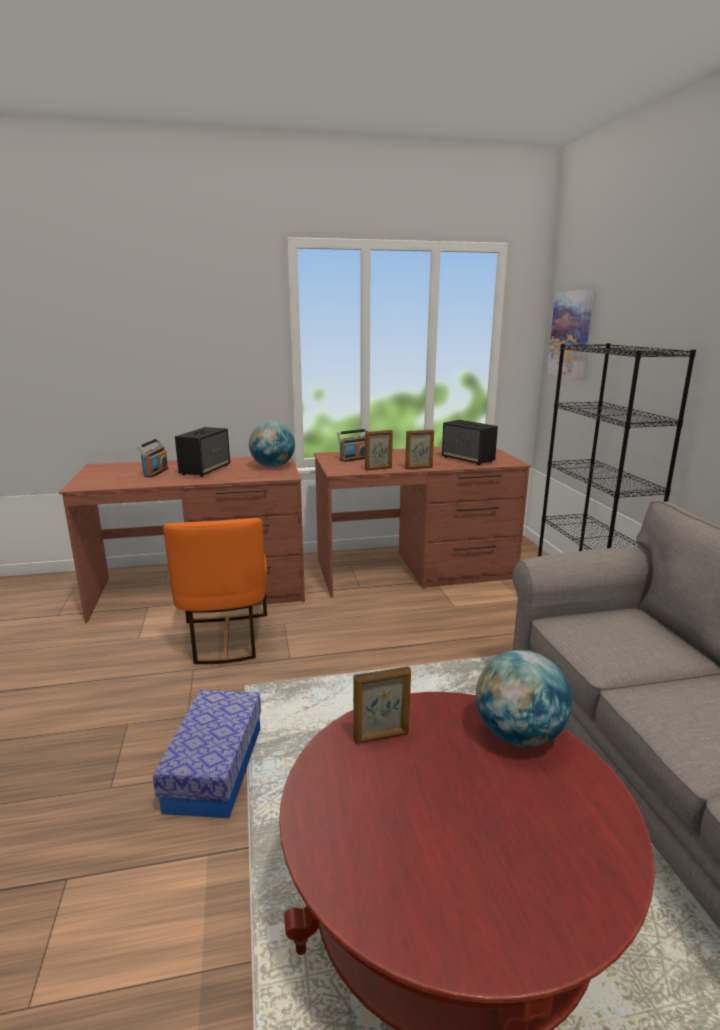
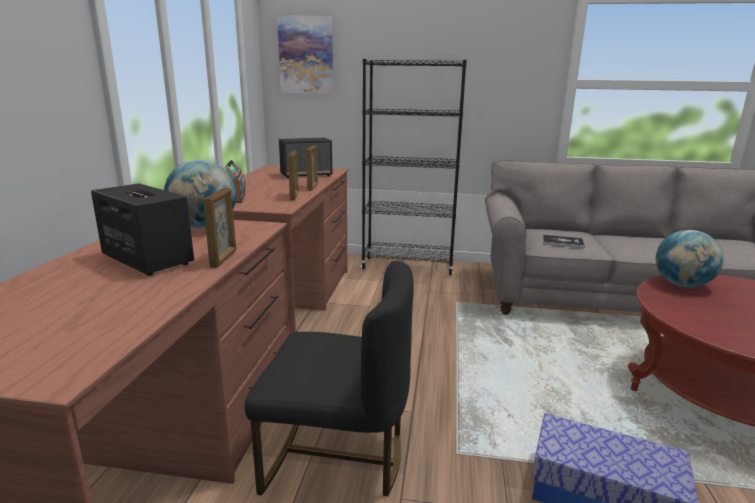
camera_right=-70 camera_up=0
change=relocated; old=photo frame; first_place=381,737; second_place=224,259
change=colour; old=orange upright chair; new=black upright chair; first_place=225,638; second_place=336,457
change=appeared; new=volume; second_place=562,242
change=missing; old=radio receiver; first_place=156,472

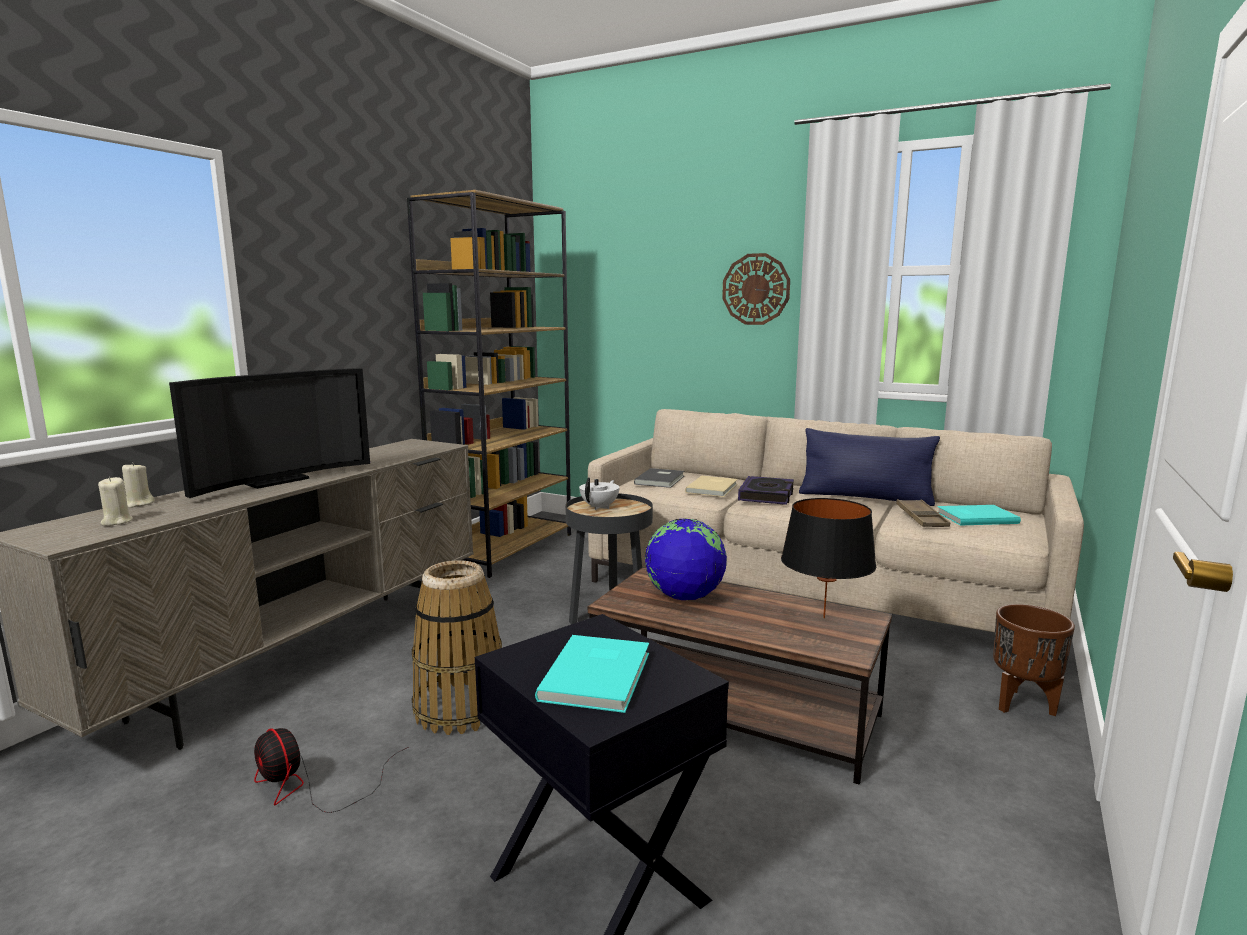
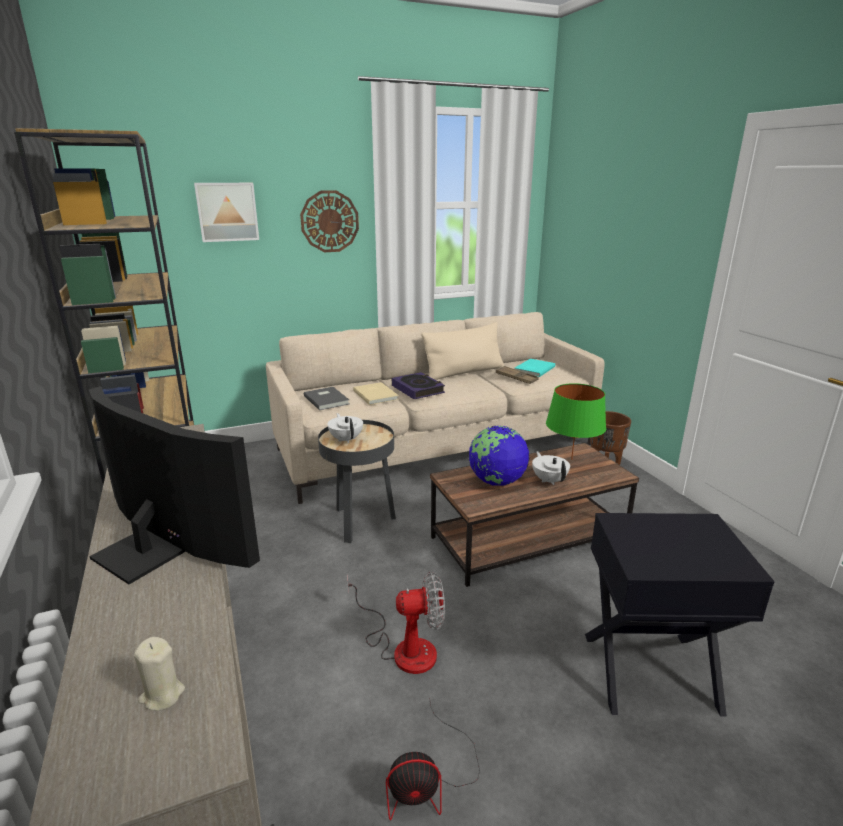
camera_right=-50 camera_up=10
change=spun; old=TV; first_place=275,481; second_place=155,546; degrees=-45
change=appeared; new=picture; second_place=227,212
change=exchanged; old=household basket; new=cooling fan; first_place=461,708; second_place=403,647
change=colour; old=blue throw pillow; new=beige-coloured throw pillow; first_place=865,497; second_place=464,372
change=appeared; new=white pot for tea; second_place=549,480
change=colour; old=black lamp for a table; new=greenish lamp for a table; first_place=823,617; second_place=571,459
change=missing; old=beige-coloured candle; first_place=138,504
change=missing; old=turquoise-coloured volume; first_place=599,675

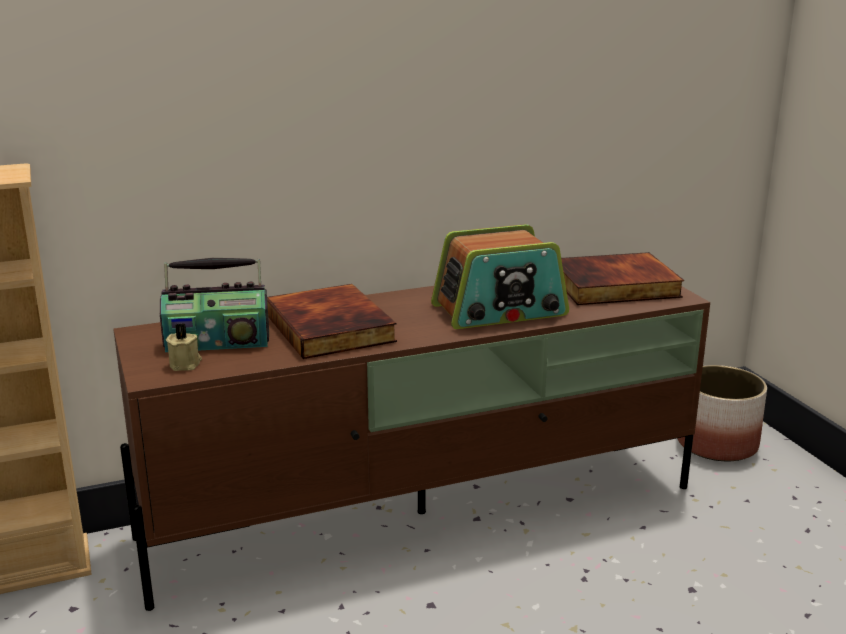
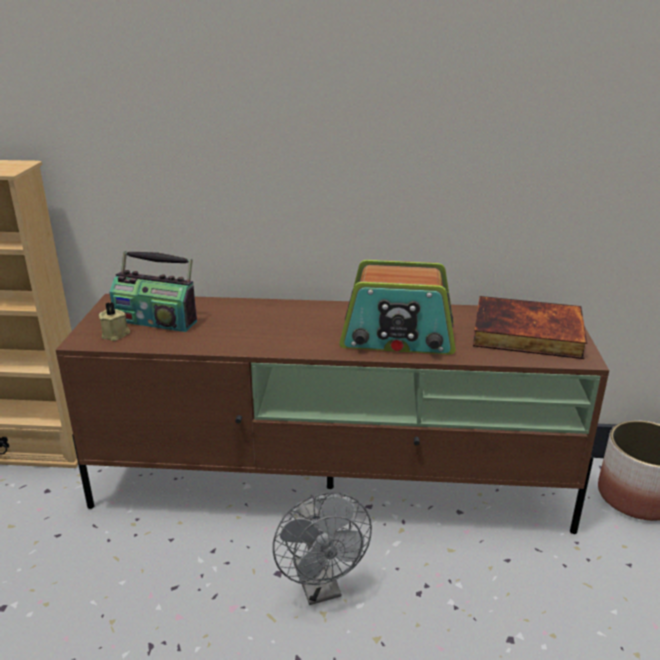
camera_right=25 camera_up=5
change=appeared; new=grey cooling fan; second_place=320,588
change=missing; old=volume; first_place=332,328

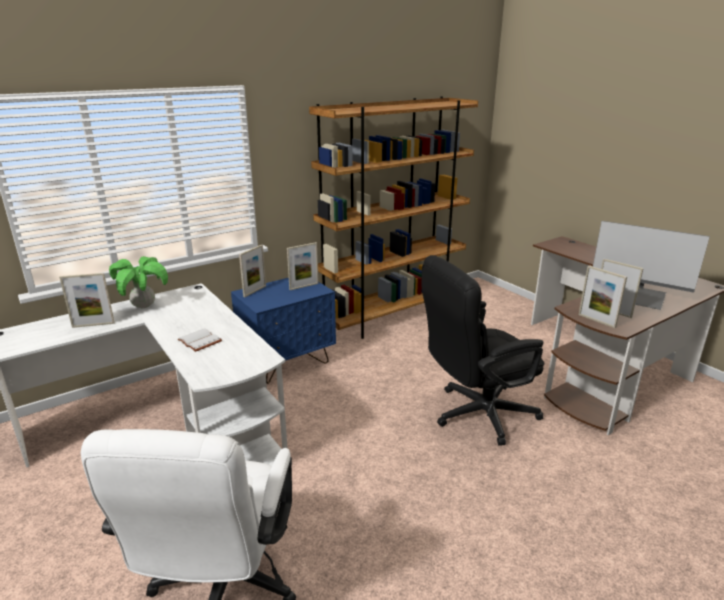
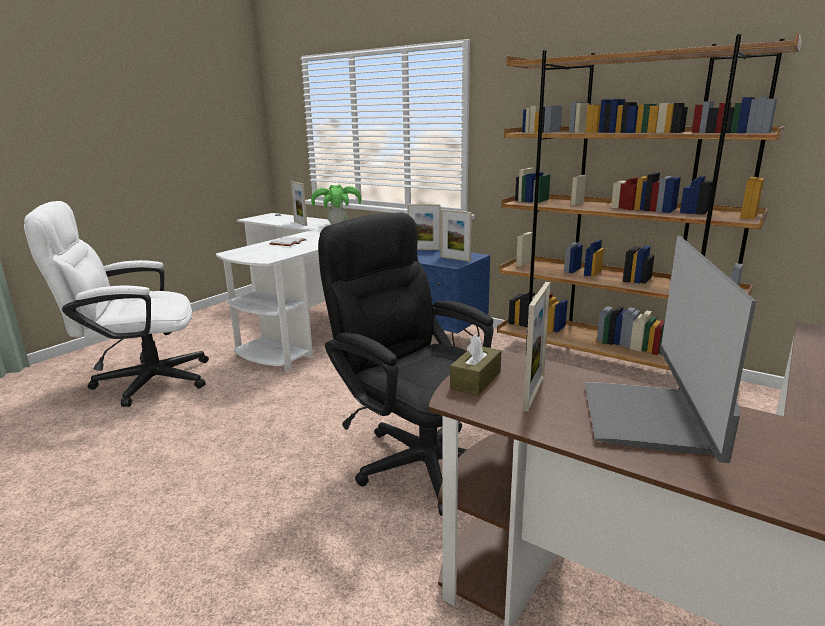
camera_right=70 camera_up=-5
change=exchanged; old=photo frame; new=brown tissue box; first_place=596,321; second_place=475,380

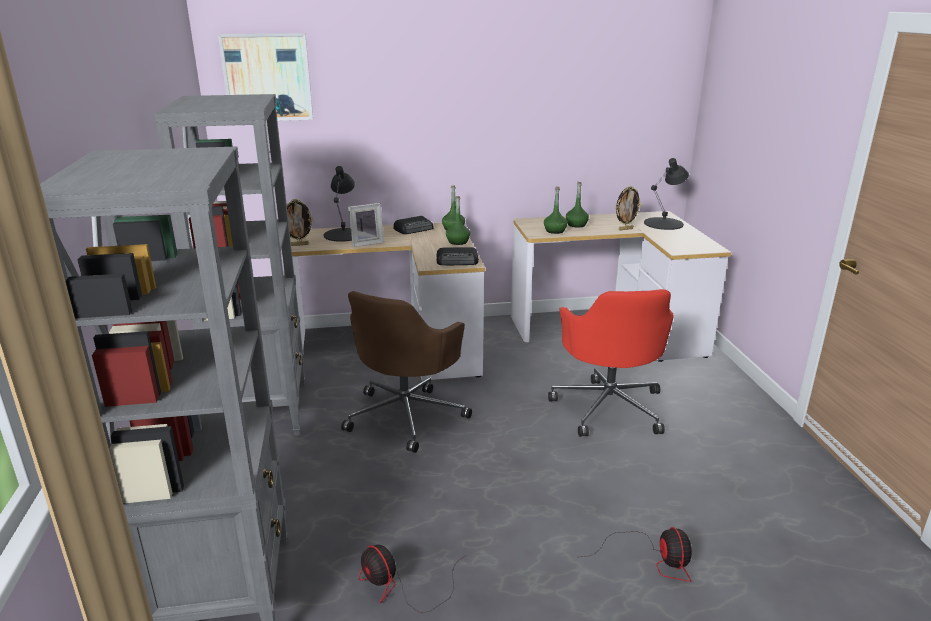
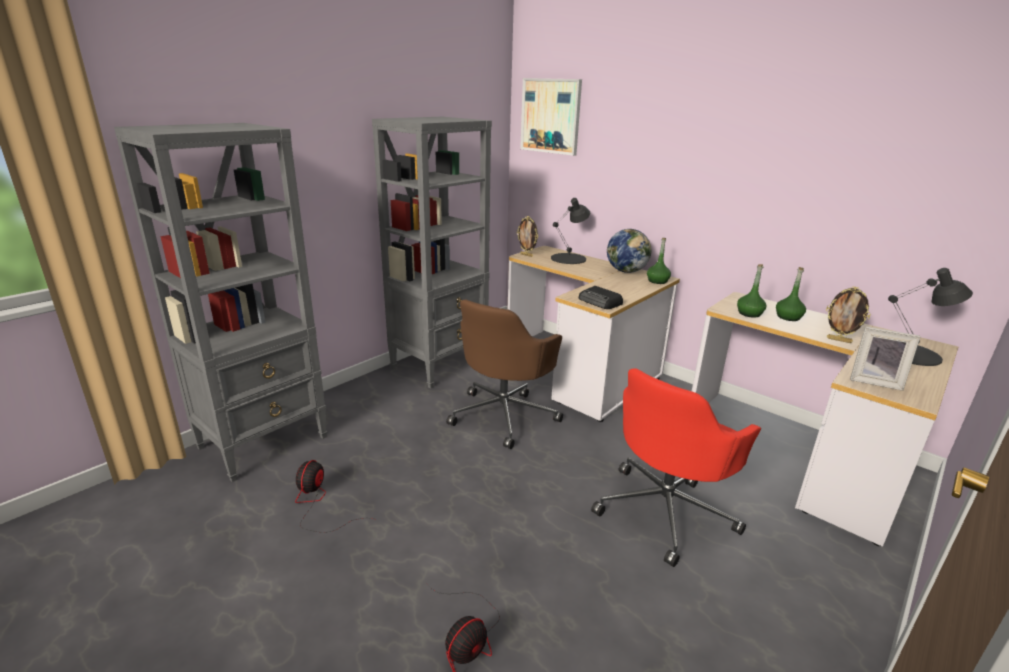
camera_right=50 camera_up=0
change=spun; old=brown desk chair; first_place=407,415; second_place=504,415; degrees=-45
change=exchanged; old=radio receiver; new=globe; first_place=414,229; second_place=626,271
change=relocated; old=photo frame; first_place=366,243; second_place=874,381
change=missing; old=greenish beverage bottle; first_place=458,242

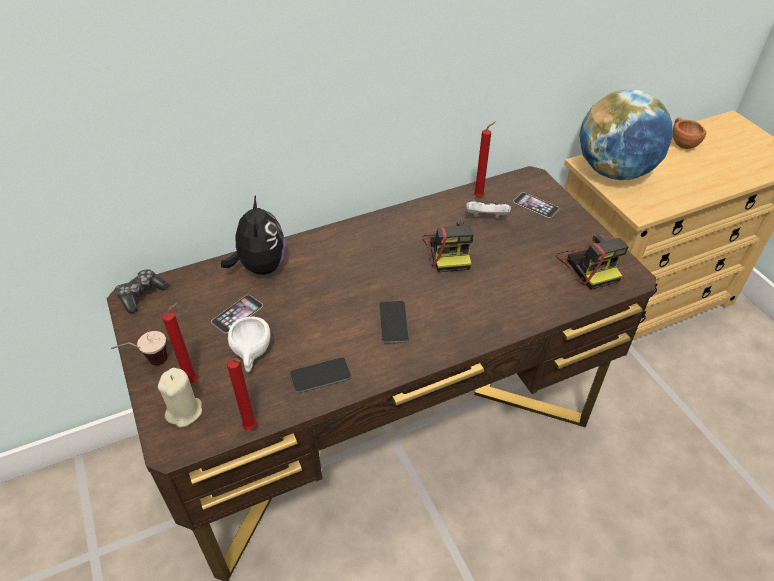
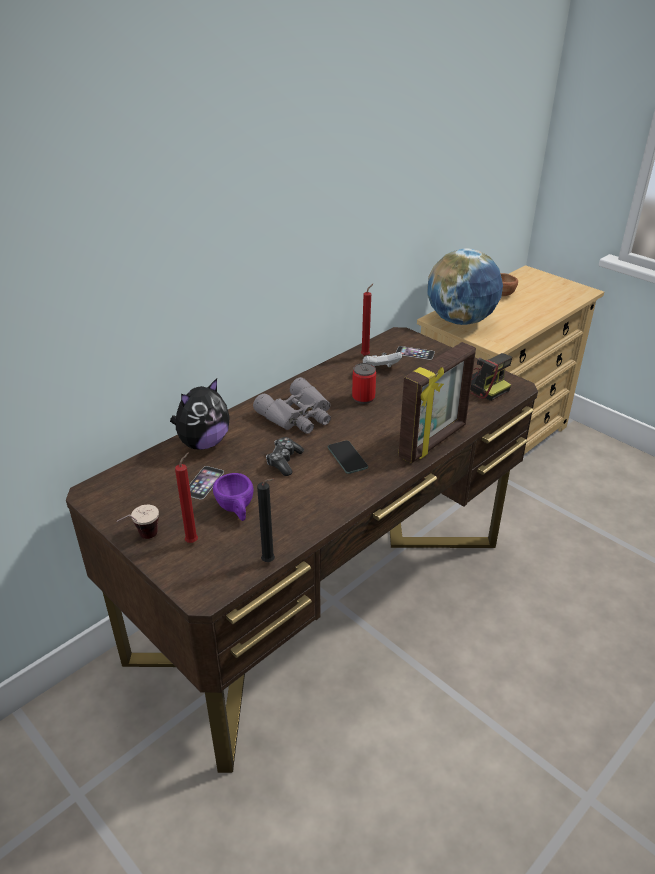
camera_right=-20 camera_up=-10
change=spun; old=soft toy; first_place=260,266; second_place=203,443; degrees=75
change=colour; old=white small cup; new=purple-coloured small cup; first_place=252,355; second_place=236,509
change=appeared; new=grey field glasses; second_place=298,416
change=colour; old=reddish candle; new=black candle; first_place=251,428; second_place=270,562
change=relocated; old=game controller; first_place=142,295; second_place=284,461
change=exchanged; old=still camera; new=can; first_place=449,251; second_place=363,398
change=appeared; new=photo frame; second_place=434,442
change=missing; old=beige-coloured candle; first_place=184,411
change=missing; old=phone; first_place=320,375

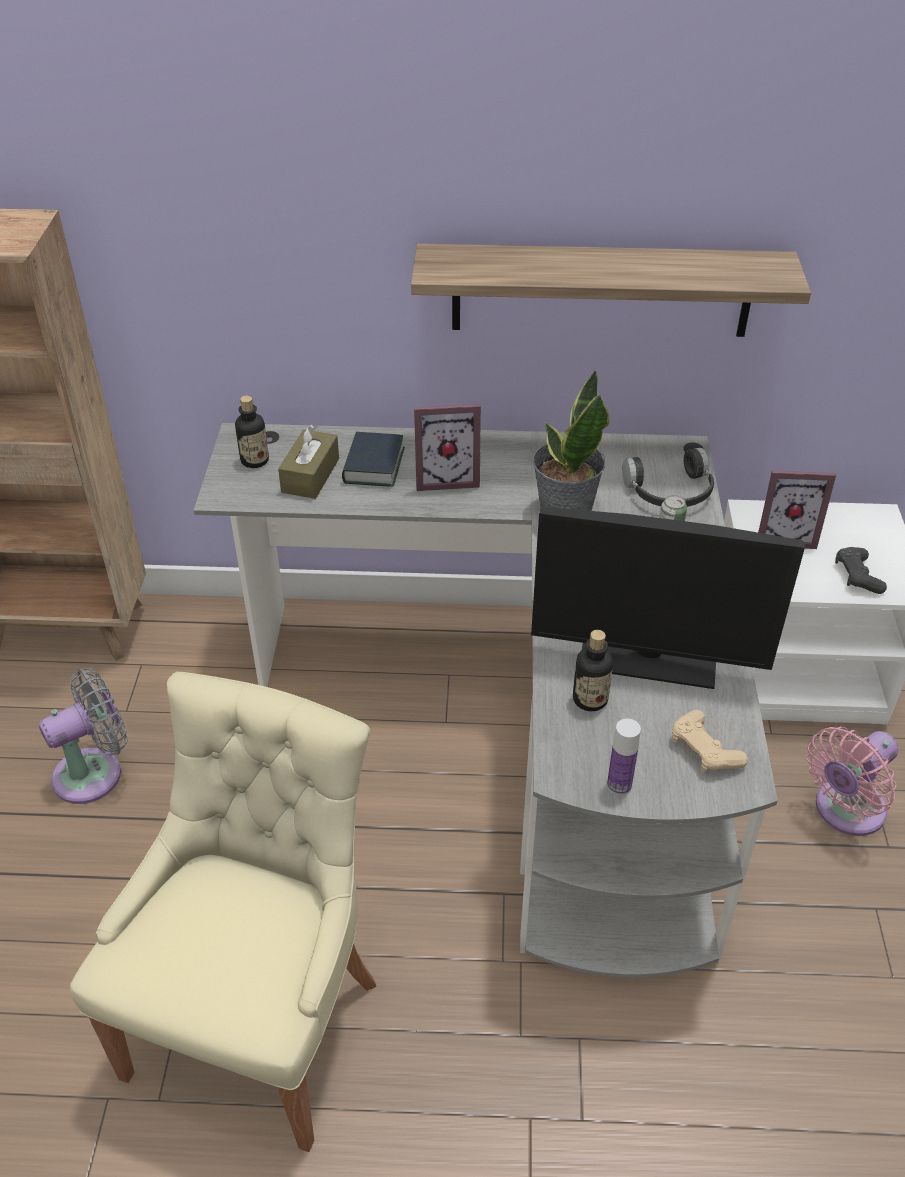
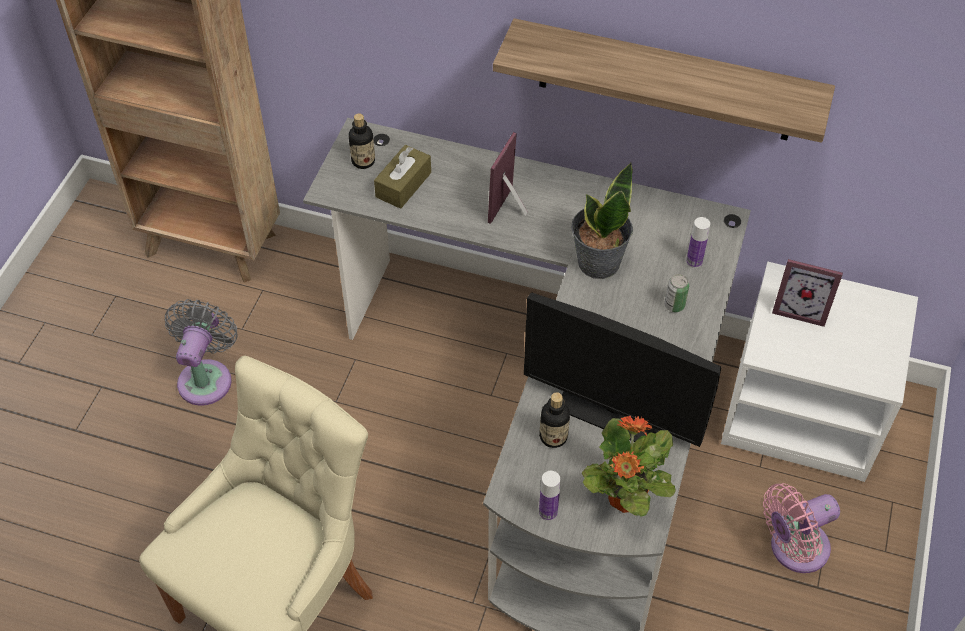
camera_right=15 camera_up=10
change=spun; old=grey cooling fan; first_place=95,772; second_place=207,377; degrees=-60
change=spun; old=photo frame; first_place=446,478; second_place=512,209; degrees=105
change=exchanged; old=beige-coloured game controller; new=plant in a pot; first_place=704,750; second_place=624,499
change=exchanged; old=black headset; new=beverage bottle; first_place=670,492; second_place=694,261
change=missing; old=volume; first_place=373,466
change=missing; old=black game controller; first_place=857,576

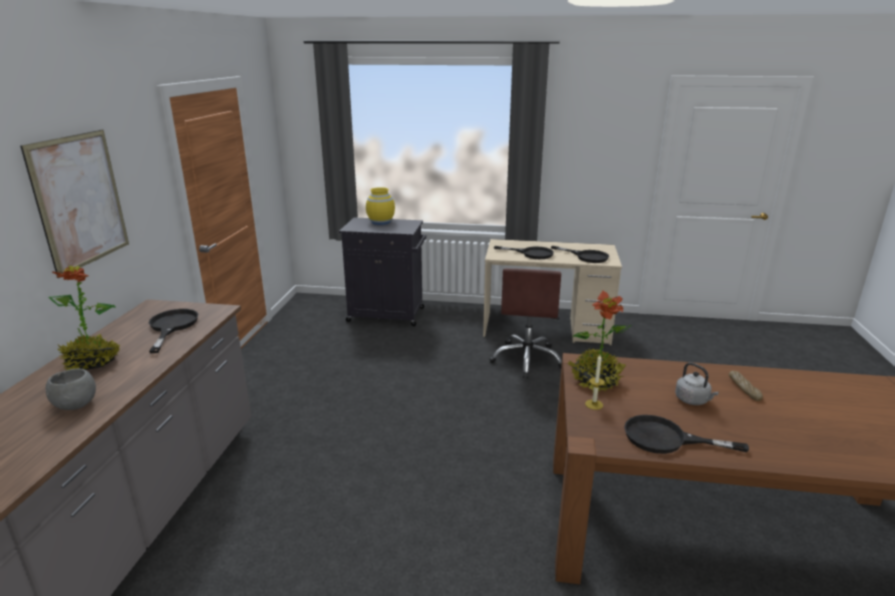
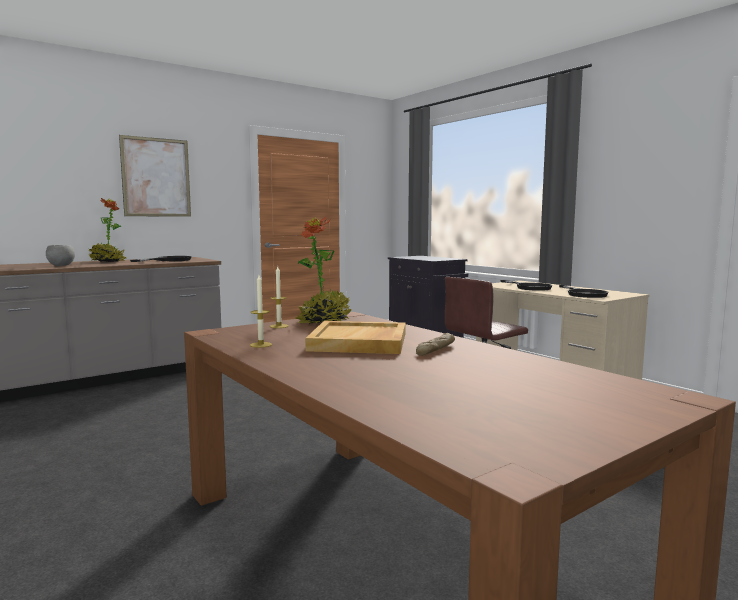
camera_right=45 camera_up=-15
change=exchanged; old=black skillet; new=candle; first_place=666,439; second_place=261,345
change=exchanged; old=grey water kettle; new=beige-coloured serving tray; first_place=693,400; second_place=359,342
change=missing; old=yellow vase; first_place=381,222

